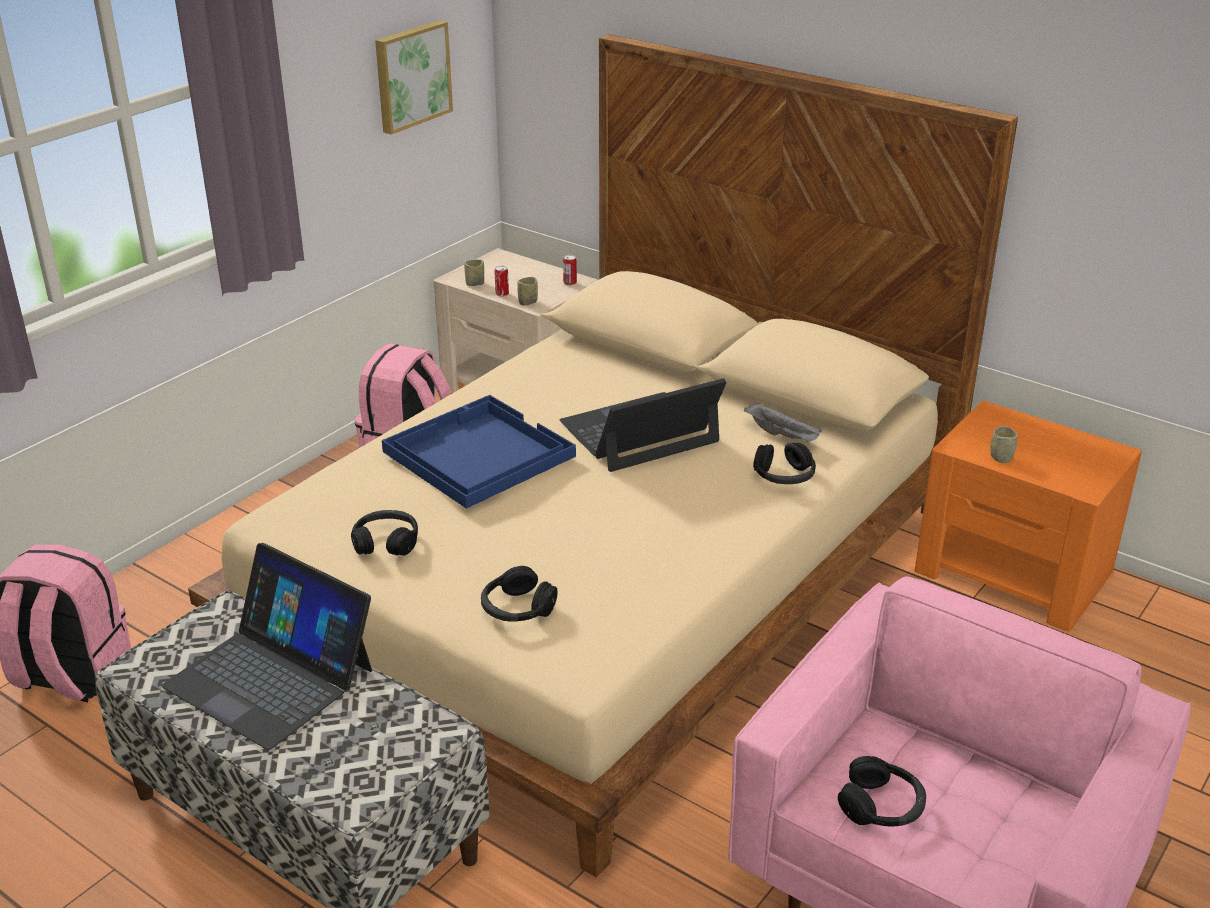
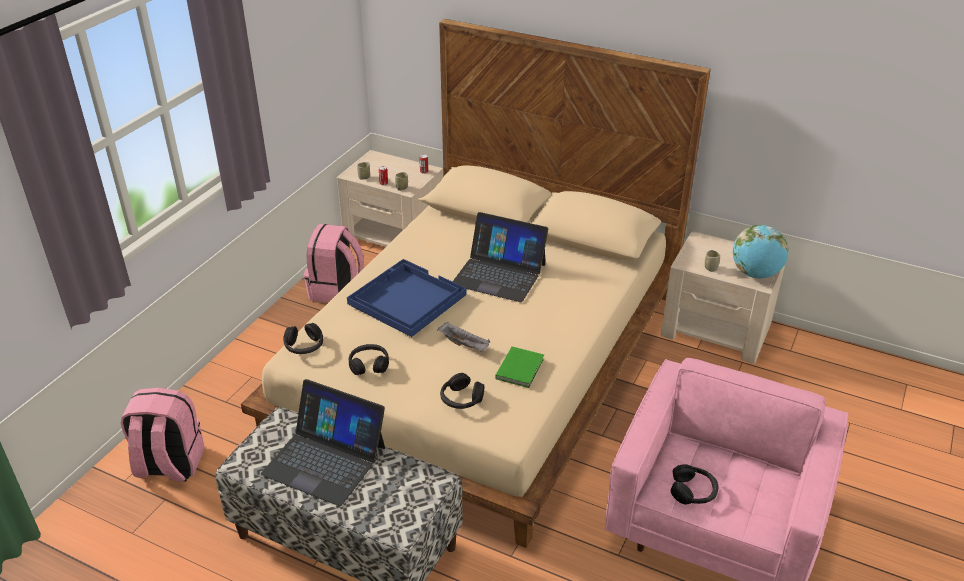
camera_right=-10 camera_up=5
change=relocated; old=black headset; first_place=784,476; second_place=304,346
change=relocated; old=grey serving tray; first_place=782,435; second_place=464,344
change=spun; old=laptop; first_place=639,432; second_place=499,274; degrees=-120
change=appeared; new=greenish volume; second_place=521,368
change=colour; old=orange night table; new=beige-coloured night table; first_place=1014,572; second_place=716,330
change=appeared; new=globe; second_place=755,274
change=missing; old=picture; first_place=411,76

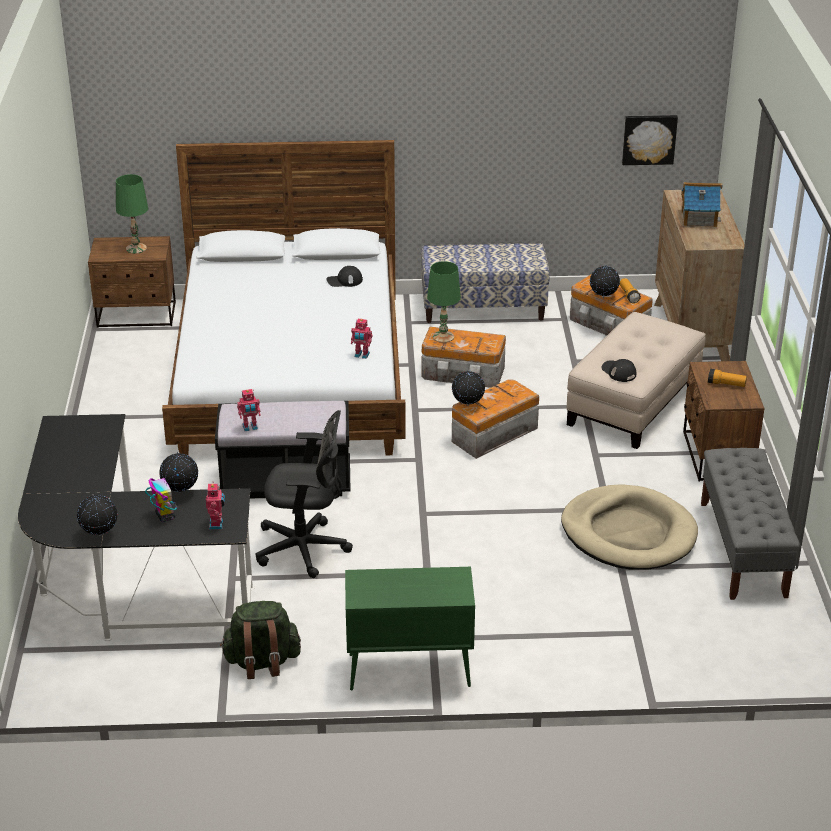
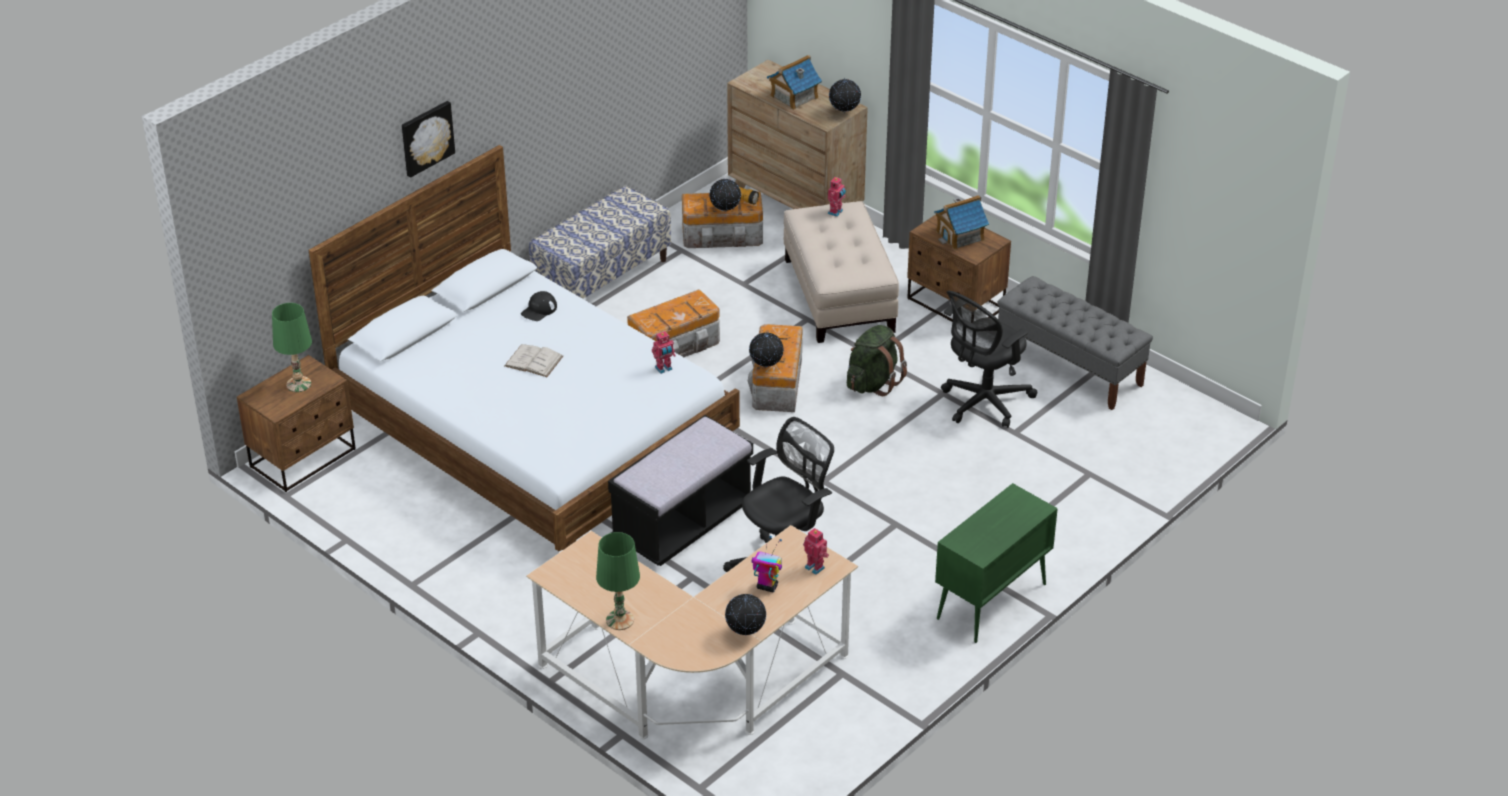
camera_right=-45 camera_up=5
change=relocated; old=picture; first_place=649,139; second_place=426,138
change=appeared; new=white volume; second_place=533,361
change=colour; old=black desk table; new=beige-coloured desk table; first_place=124,585; second_place=695,685
change=relocated; old=greenish lamp for a table; first_place=443,337; second_place=620,620
change=relocated; old=robot figure; first_place=250,427; second_place=836,212
change=relocated; old=globe; first_place=181,492; second_place=844,113
change=relocated; old=greenish knapsack; first_place=262,662; second_place=873,383
change=exchanged; old=torch; new=model house; first_place=726,384; second_place=960,236
change=exchanged; old=beige-coloured pet bed; new=black desk chair; first_place=628,533; second_place=983,403
change=missing; old=black cap; first_place=618,372

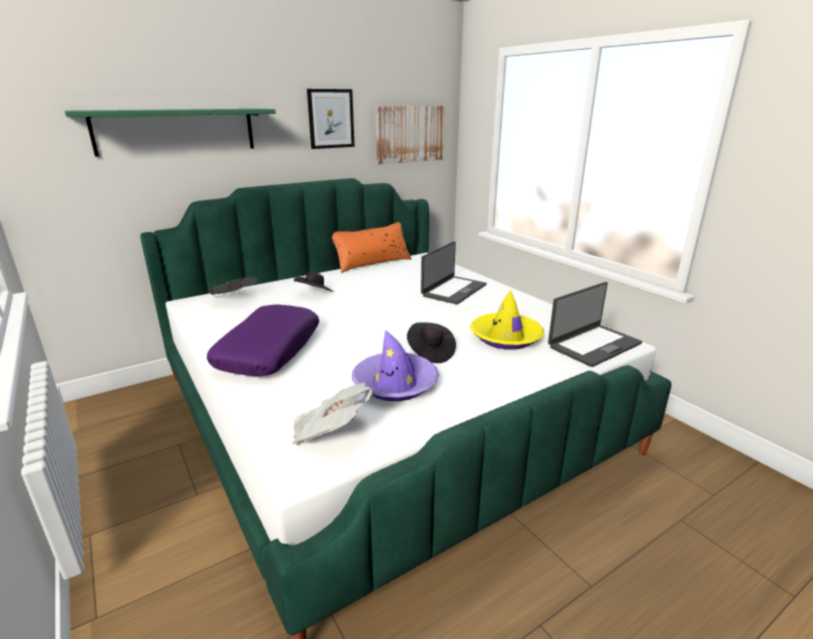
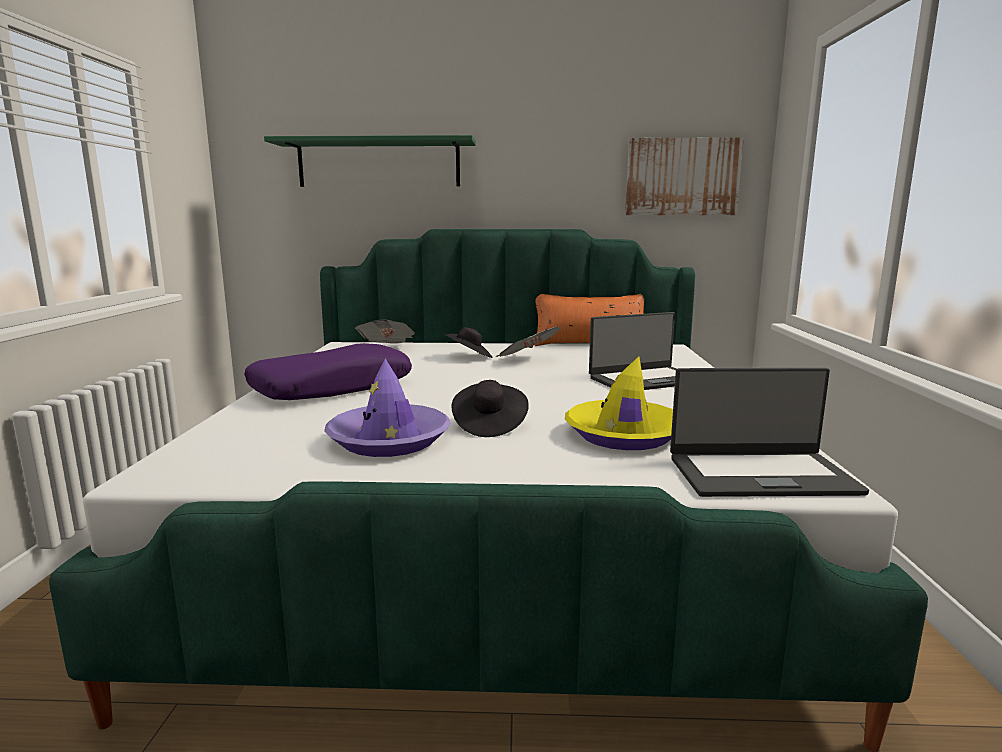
camera_right=35 camera_up=-10
change=relocated; old=newspaper; first_place=330,431; second_place=527,360
change=missing; old=picture; first_place=331,119

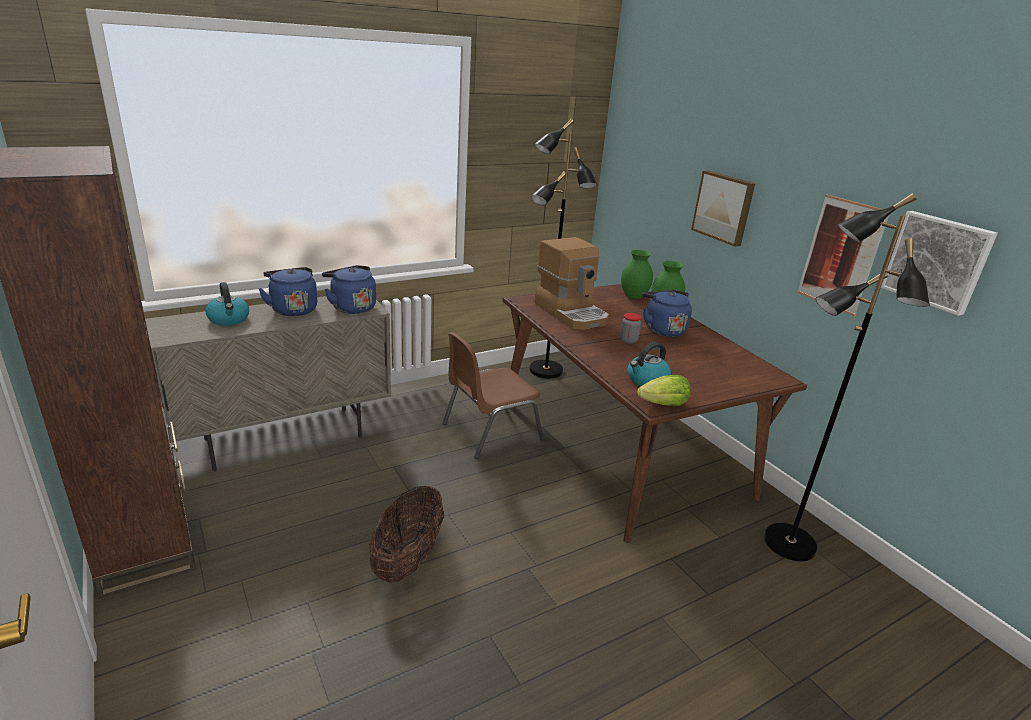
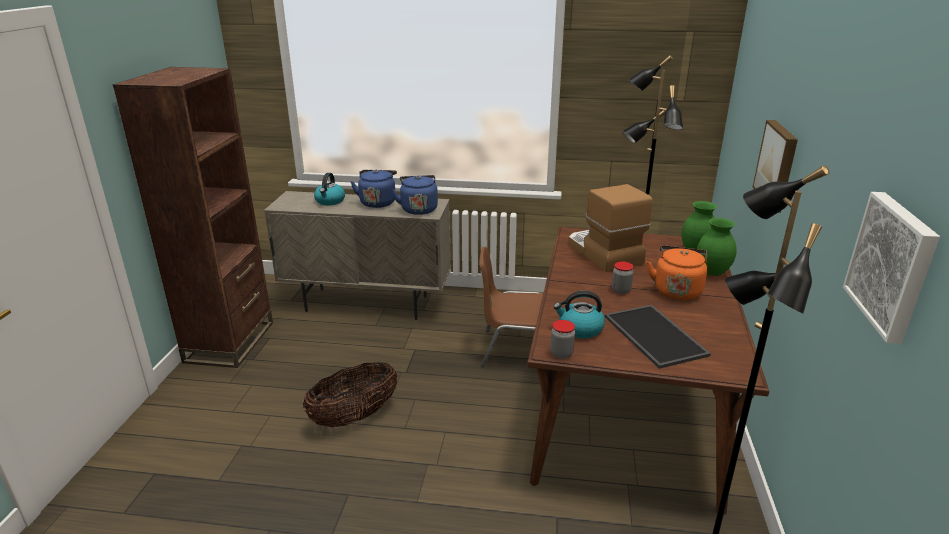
camera_right=40 camera_up=0
change=exchanged; old=head of lettuce; new=jar; first_place=664,405; second_place=561,353
change=spun; old=coffee machine; first_place=572,313; second_place=603,253; degrees=150
change=appeared; new=serving tray; second_place=656,336
change=colour; old=blue water kettle; new=orange water kettle; first_place=662,329; second_place=677,290
change=missing; old=picture; first_place=841,254

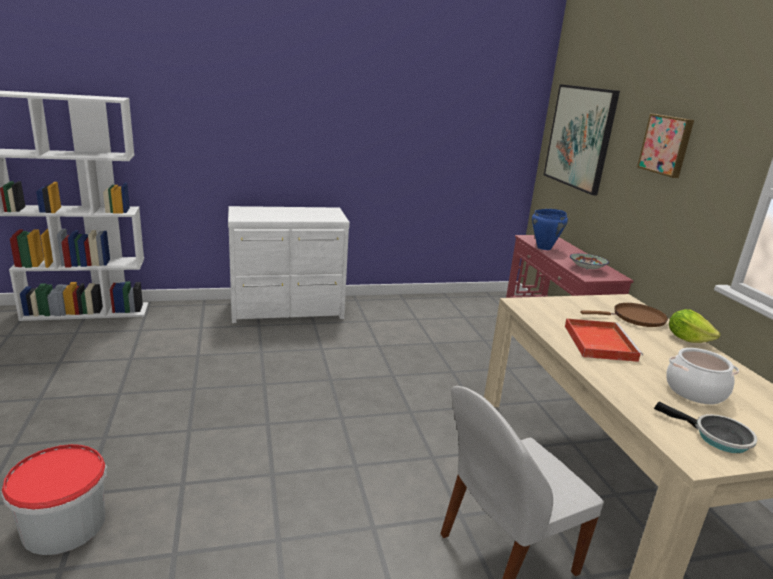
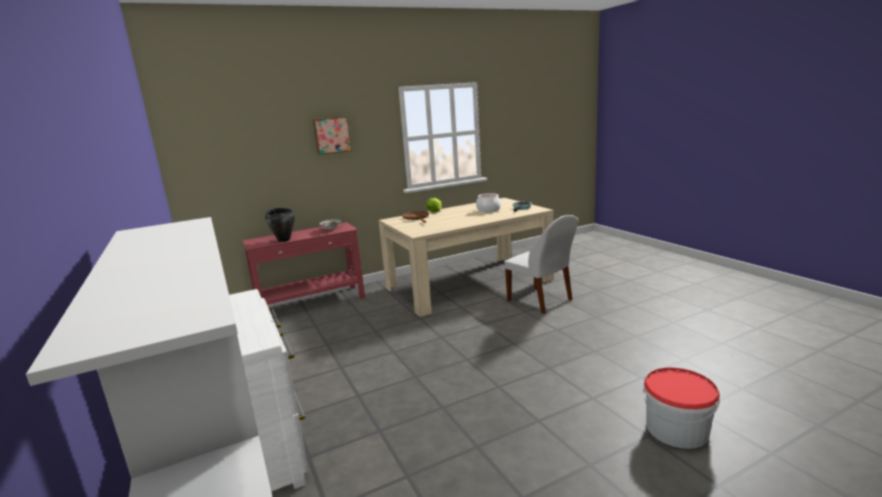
camera_right=-100 camera_up=-5
change=colour; old=blue saucepot; new=black saucepot; first_place=544,248; second_place=284,240
change=missing; old=picture; first_place=580,137
change=missing; old=reddish serving tray; first_place=599,342

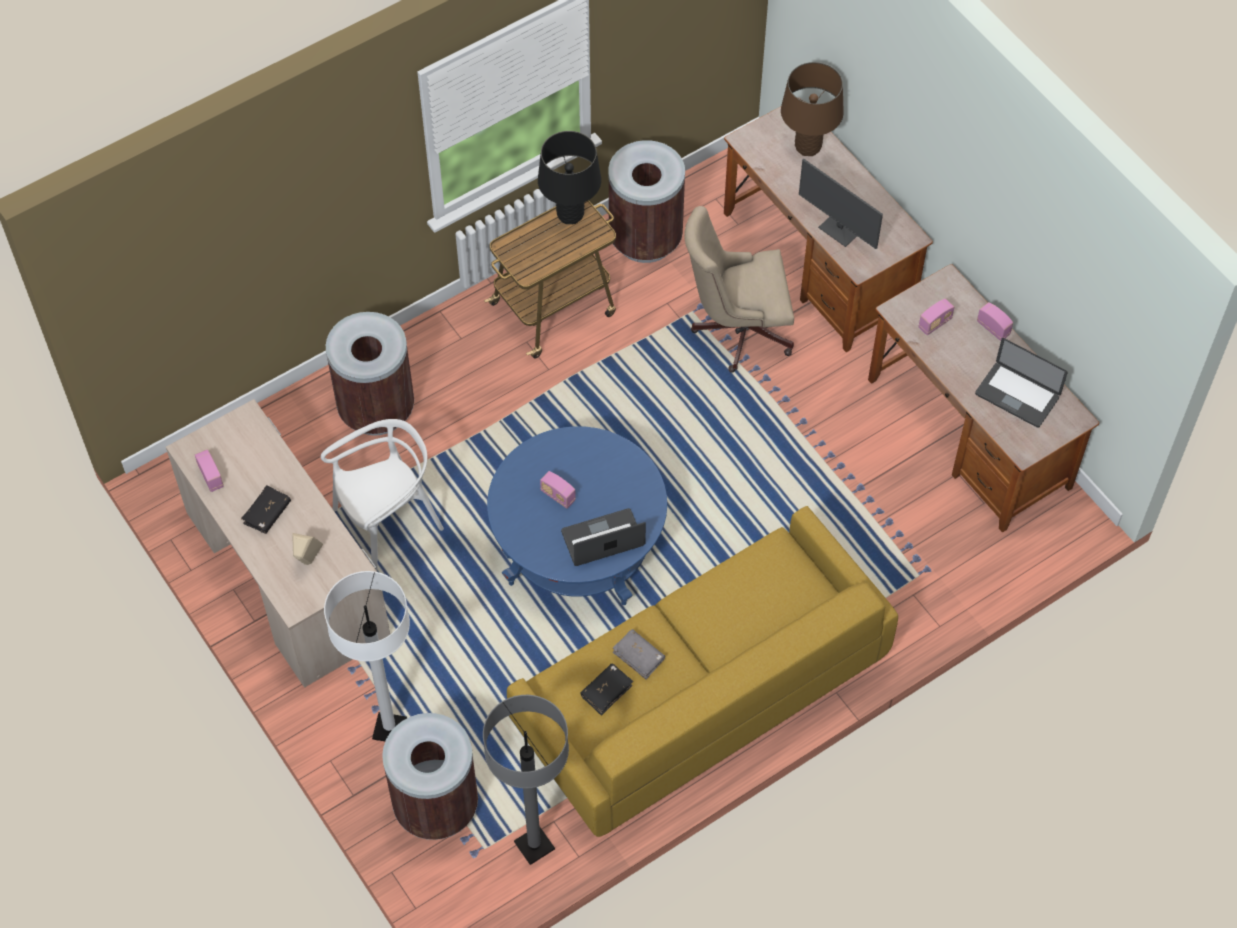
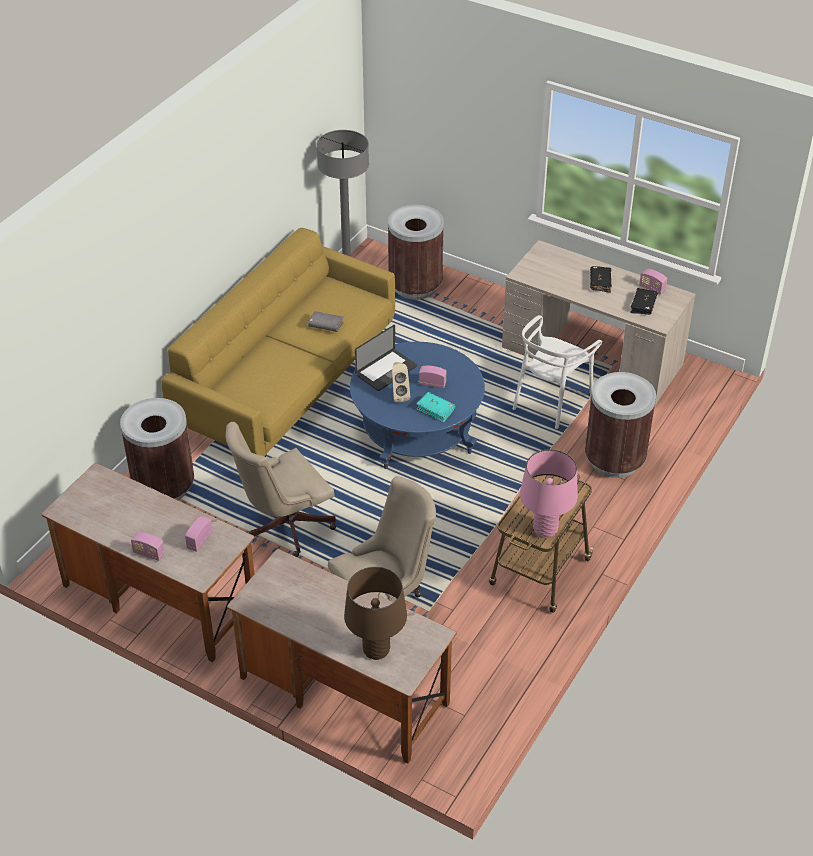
camera_right=155 camera_up=-15
change=relocated; old=brown trash can; first_place=645,239; second_place=164,487
change=appeared; new=beige-coloured desk chair; second_place=284,526
change=relocated; old=beige-coloured loudspeaker; first_place=308,561; second_place=399,395
change=appeared; new=turquoise-coloured volume; second_place=435,410
change=colour; old=black lamp for a table; new=pink-coloured lamp for a table; first_place=570,214; second_place=545,529
change=relocated; old=black volume; first_place=606,691; second_place=643,305
change=missing; old=white standard lamp; first_place=389,729
change=missing; old=monitor; first_place=840,229
change=missing; old=laptop; first_place=1017,396

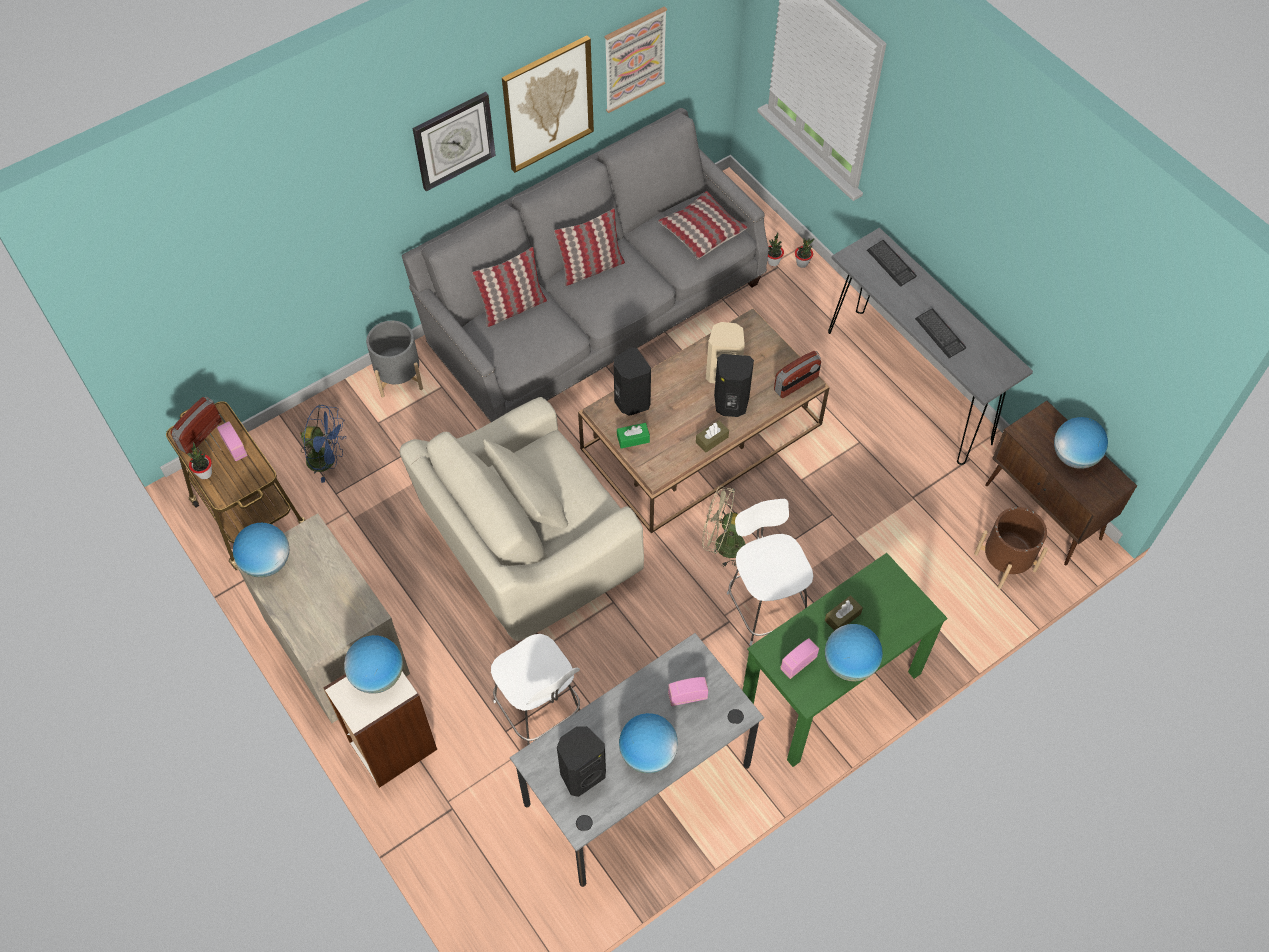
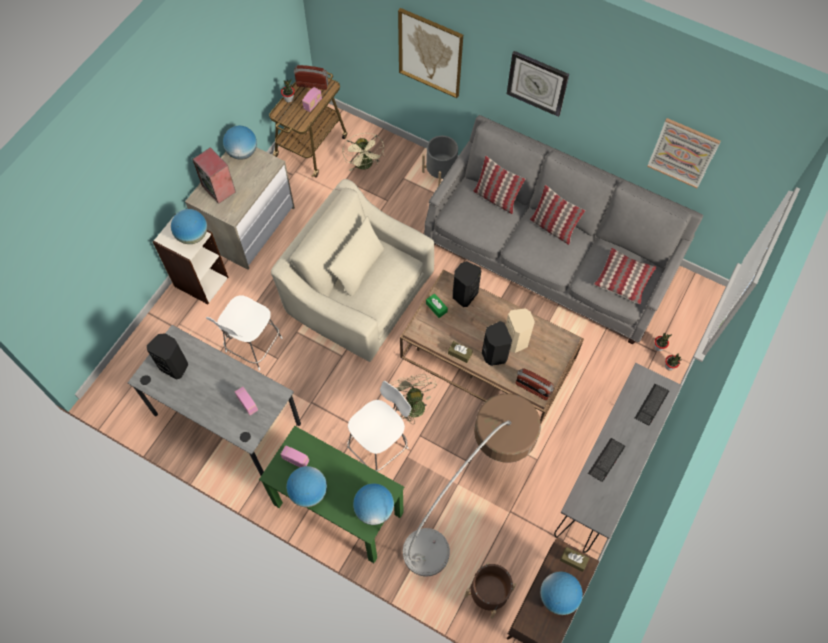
camera_right=65 camera_up=5
change=appeared; new=loudspeaker; second_place=219,189
change=colour; old=blue cooling fan; new=beige-coloured cooling fan; first_place=327,460; second_place=365,165
change=relocated; old=globe; first_place=648,753; second_place=374,509
change=relocated; old=picture; first_place=548,104; second_place=430,53
change=appeared; new=standard lamp; second_place=466,504
change=relocated; old=brown tissue box; first_place=842,617; second_place=573,560

